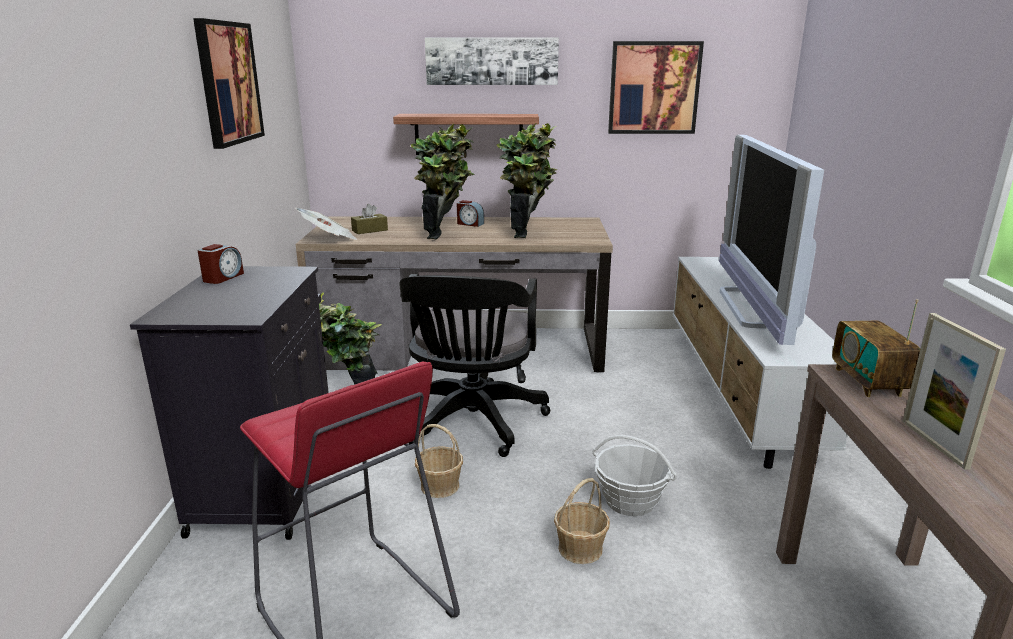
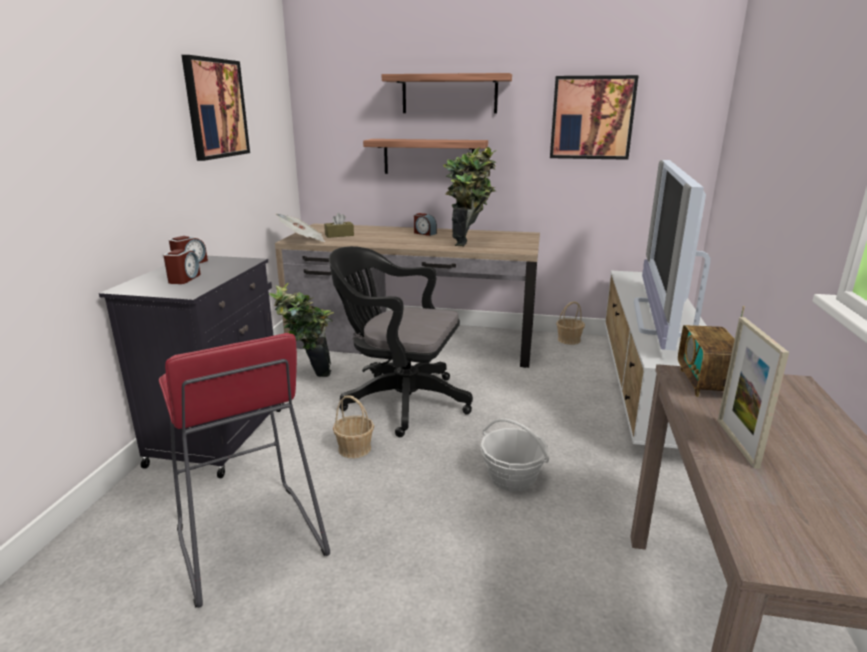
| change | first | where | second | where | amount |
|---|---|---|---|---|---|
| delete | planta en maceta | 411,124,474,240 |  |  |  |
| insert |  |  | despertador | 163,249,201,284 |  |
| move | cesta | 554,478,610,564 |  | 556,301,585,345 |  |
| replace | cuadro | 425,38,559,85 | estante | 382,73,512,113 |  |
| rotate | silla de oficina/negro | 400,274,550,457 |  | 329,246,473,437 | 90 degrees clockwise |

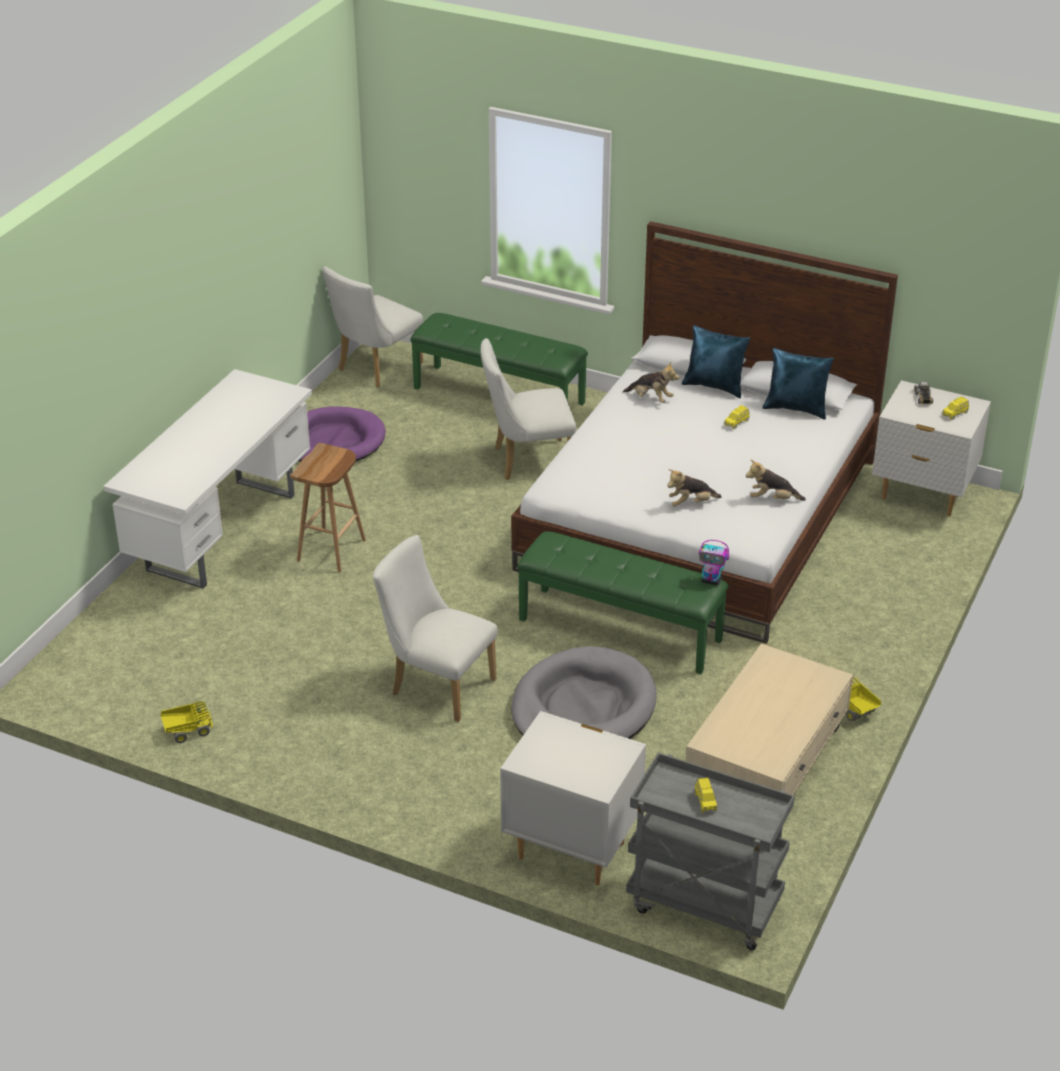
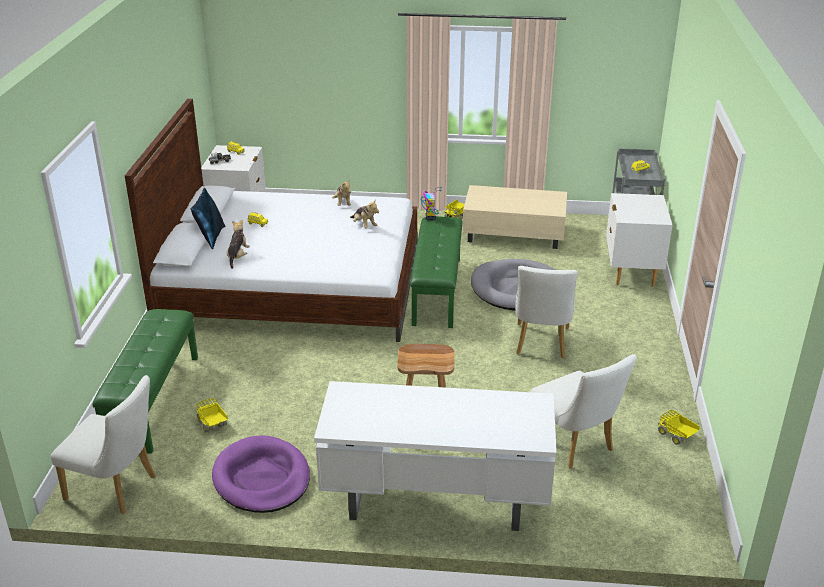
| change | first | where | second | where | amount |
|---|---|---|---|---|---|
| delete | cojín/azul | 763,348,834,420 |  |  |  |
| insert |  |  | camión de juguete | 195,398,228,432 |  |
| move | silla/blanco | 481,338,576,480 |  | 530,354,637,469 |  |

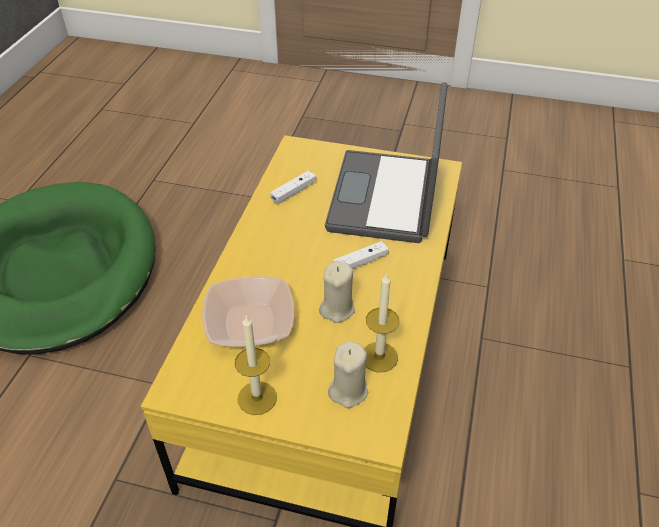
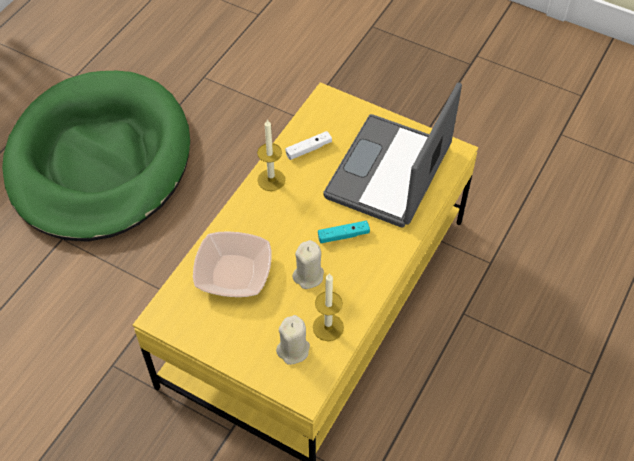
| change | first | where | second | where | amount |
|---|---|---|---|---|---|
| move | vela | 235,315,277,415 |  | 257,119,285,191 |  |
| recolor | mando de consola/blanco | 333,241,388,269 | mando de consola/turquesa | 318,220,370,243 |  |

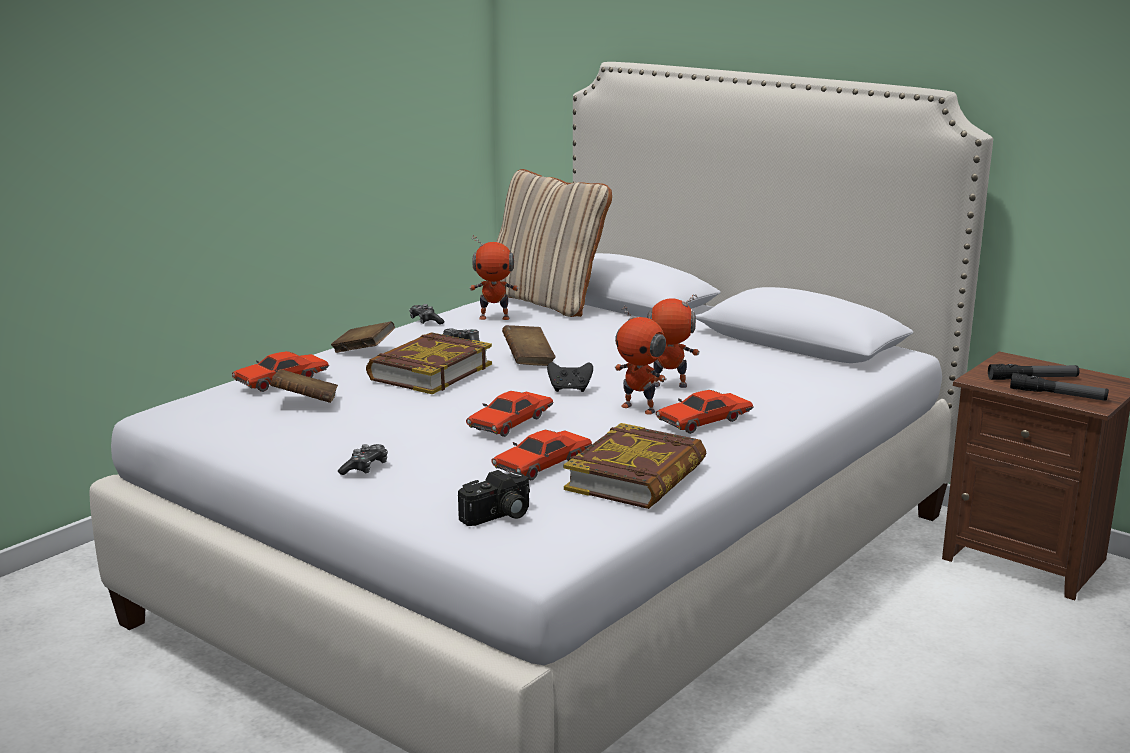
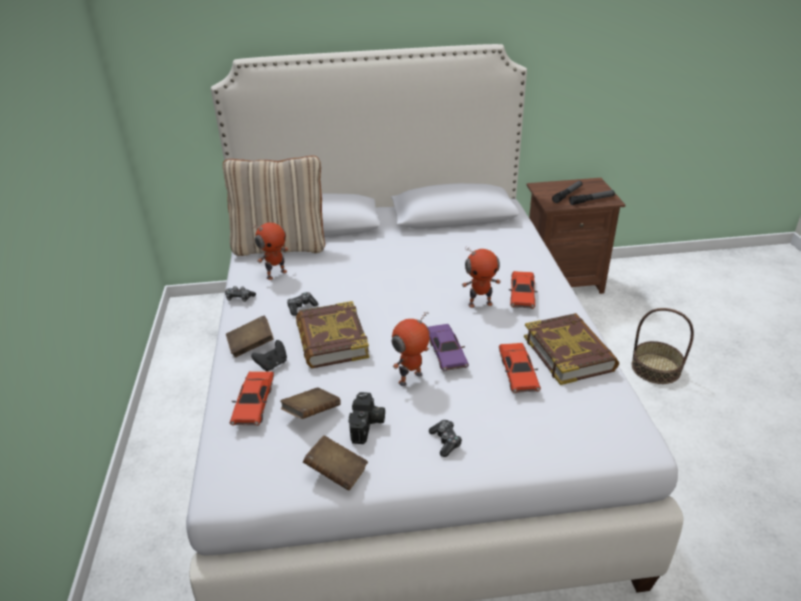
| change | first | where | second | where | amount |
|---|---|---|---|---|---|
| insert |  |  | cesta | 632,308,694,384 |  |
| move | cámara | 458,470,530,526 |  | 348,392,385,444 |  |
| move | libro/marrón | 502,325,555,366 |  | 303,435,368,491 |  |
| move | mando de consola/negro | 547,362,593,392 |  | 251,340,287,371 |  |
| move | robot de juguete | 648,294,699,388 |  | 392,312,430,386 |  |
| recolor | coche de juguete/rojo | 466,391,553,437 | coche de juguete/morado | 428,324,469,372 |  |

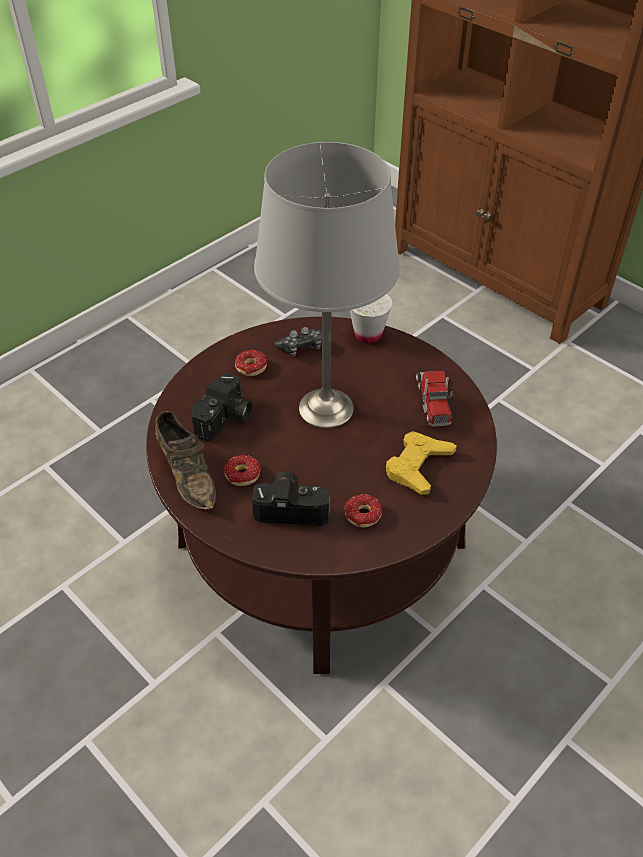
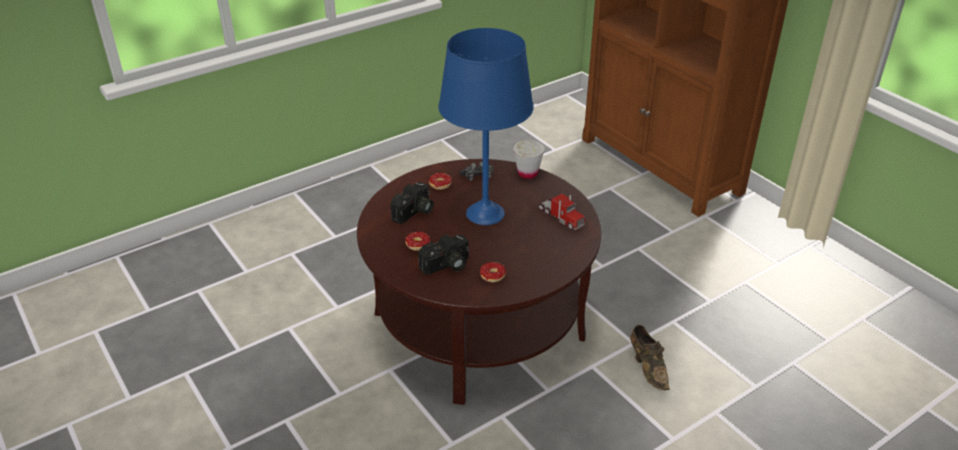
| change | first | where | second | where | amount |
|---|---|---|---|---|---|
| delete | mando de consola/amarillo | 386,431,457,495 |  |  |  |
| move | zapato/marrón | 155,411,216,510 |  | 630,325,670,390 |  |
| recolor | lámpara de mesa/gris | 254,142,400,428 | lámpara de mesa/azul | 438,28,534,225 |  |
| rotate | cámara | 252,472,330,526 |  | 418,234,469,275 | 135 degrees clockwise |
| rotate | camión de juguete | 416,371,453,427 |  | 539,194,585,230 | 45 degrees counterclockwise |

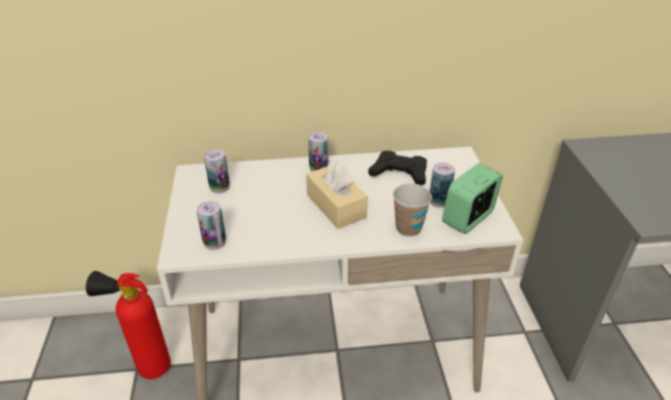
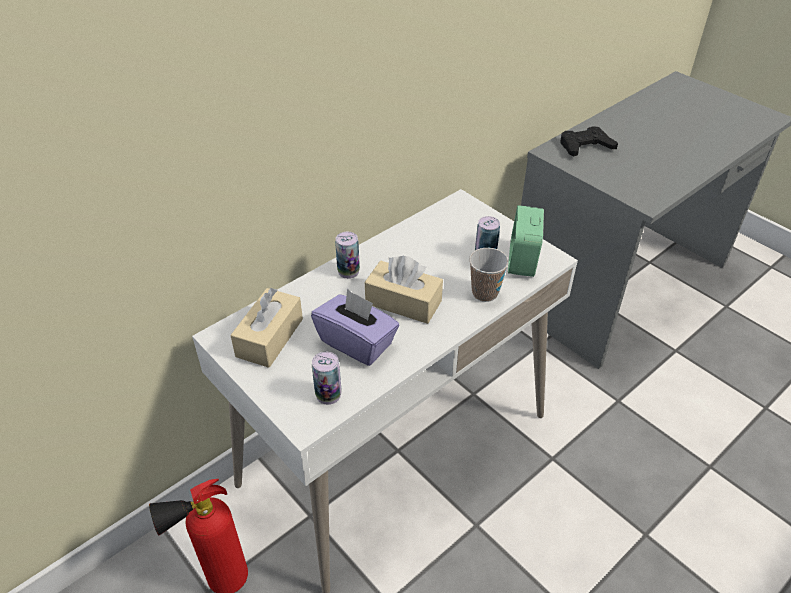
| change | first | where | second | where | amount |
|---|---|---|---|---|---|
| insert |  |  | caja de pañuelos/morado | 311,289,399,366 |  |
| move | mando de consola/negro | 368,151,427,185 |  | 560,126,618,156 |  |
| replace | lata | 204,149,230,194 | caja de pañuelos/beis | 230,288,303,368 |  |

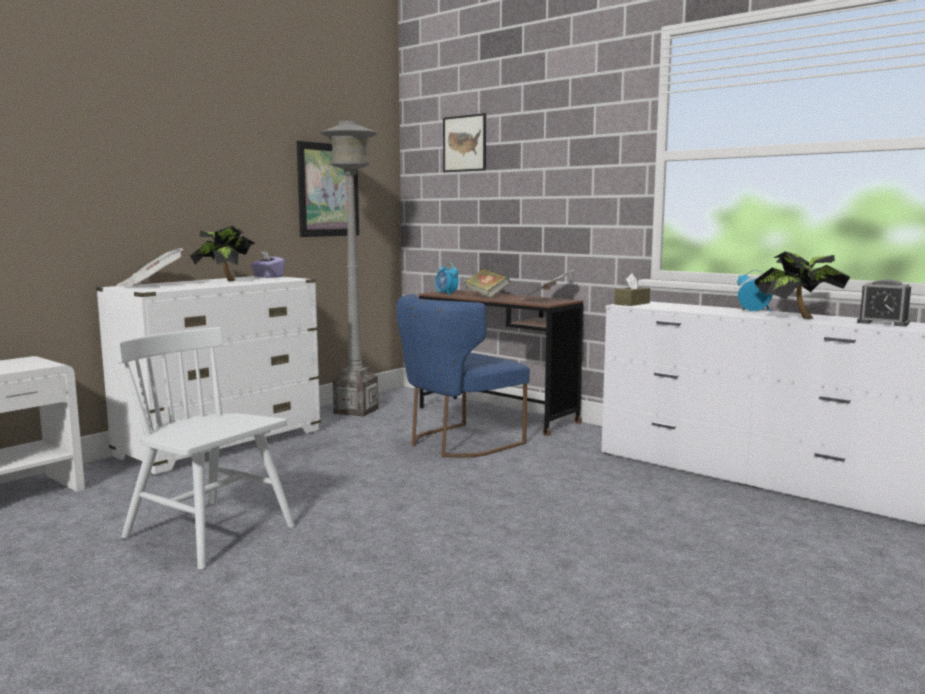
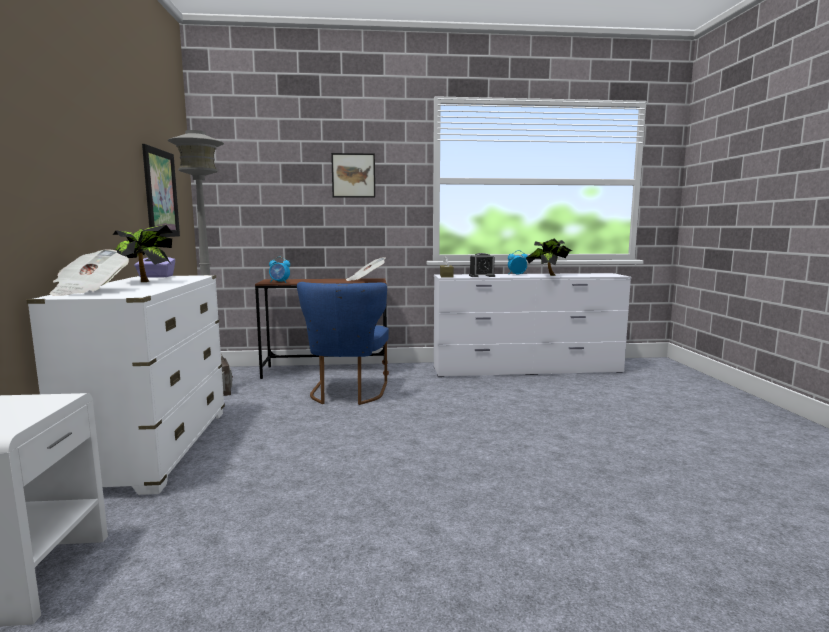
| change | first | where | second | where | amount |
|---|---|---|---|---|---|
| delete | silla/blanco | 115,327,295,570 |  |  |  |
| delete | libro | 464,269,510,298 |  |  |  |
| move | cuadro | 443,113,486,172 |  | 331,153,375,198 |  |
| move | despertador | 857,279,911,326 |  | 469,253,495,277 |  |

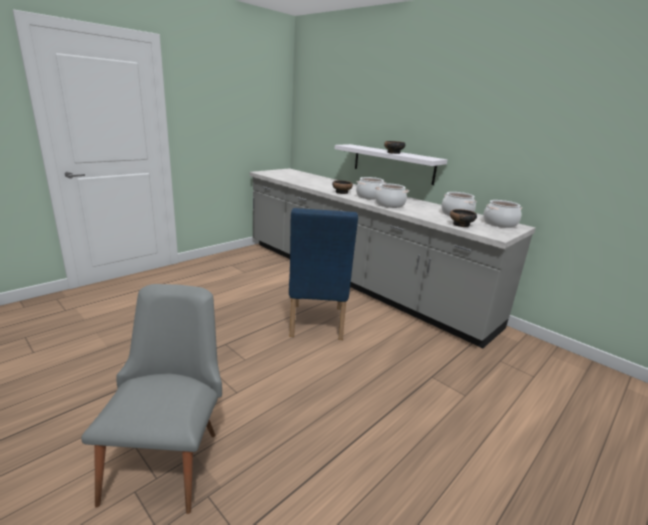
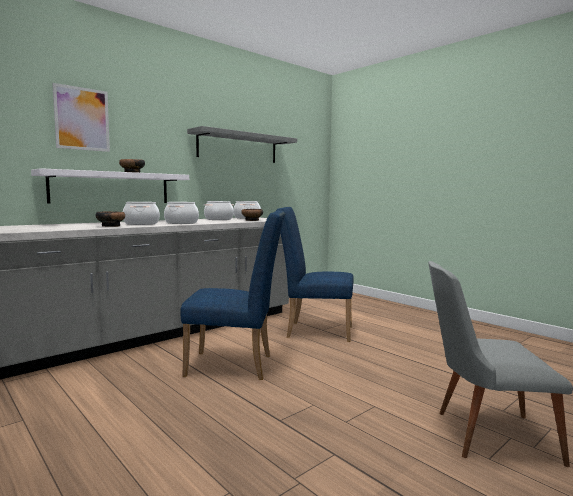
| change | first | where | second | where | amount |
|---|---|---|---|---|---|
| insert |  |  | cuadro | 52,83,110,152 |  |
| insert |  |  | estante/gris | 187,126,297,163 |  |
| insert |  |  | silla/azul | 276,207,354,342 |  |

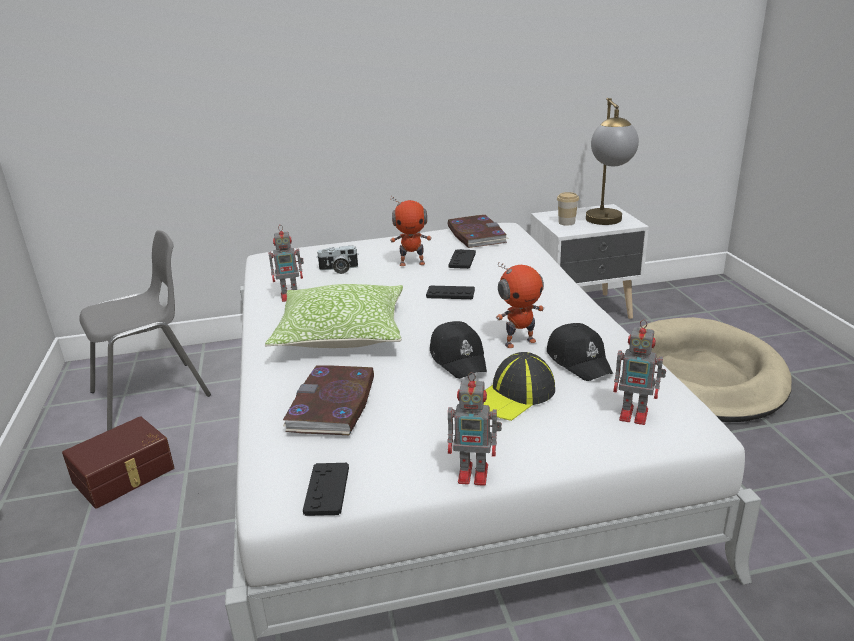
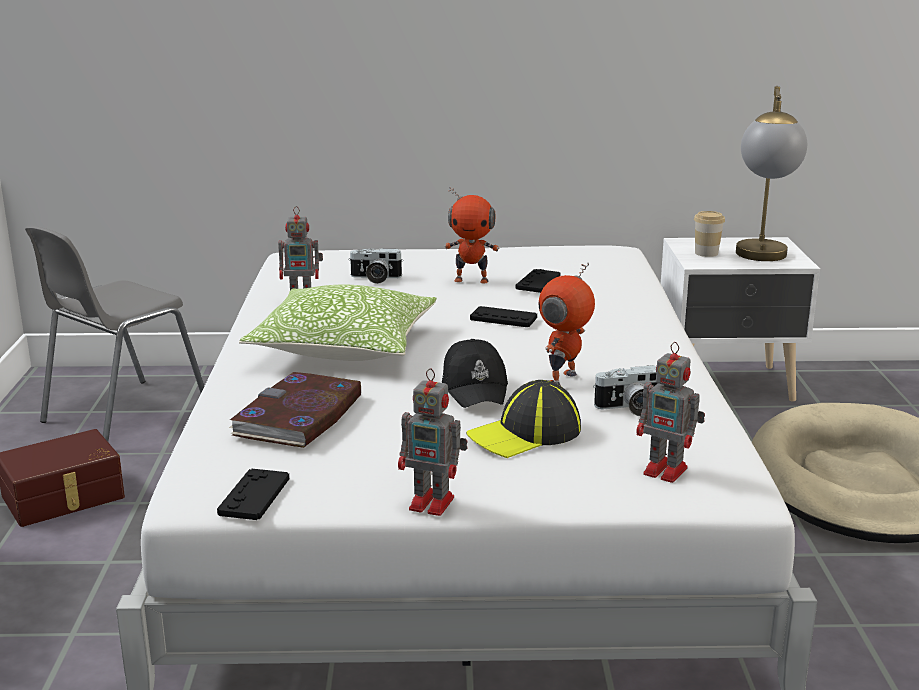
| change | first | where | second | where | amount |
|---|---|---|---|---|---|
| delete | libro | 447,215,509,248 |  |  |  |
| replace | gorra/negro | 547,323,613,381 | cámara | 593,365,658,416 |  |
| rotate | silla/gris | 79,230,211,431 |  | 25,226,204,441 | 150 degrees clockwise |
| rotate | robot de juguete | 496,262,544,348 |  | 538,263,595,385 | 135 degrees clockwise |

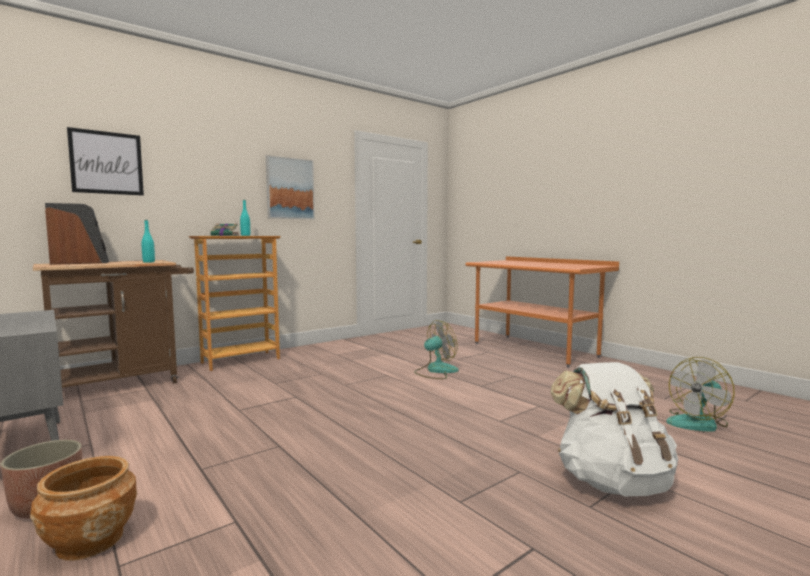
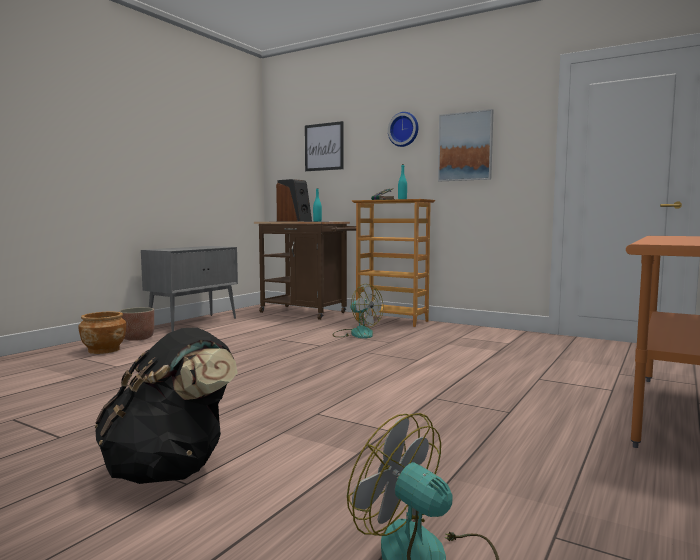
| change | first | where | second | where | amount |
|---|---|---|---|---|---|
| insert |  |  | reloj de pared | 388,112,418,147 |  |
| move | ventilador | 414,320,459,379 |  | 333,284,383,339 |  |
| recolor | mochila/blanco | 550,362,678,496 | mochila/negro | 95,327,238,484 |  |

